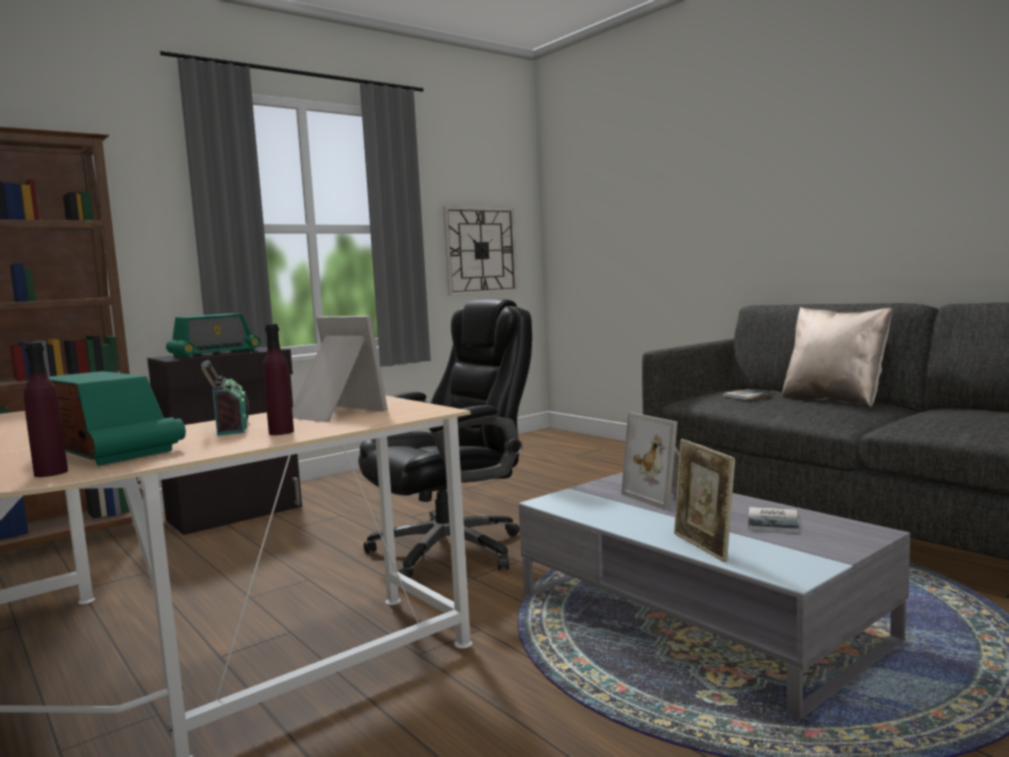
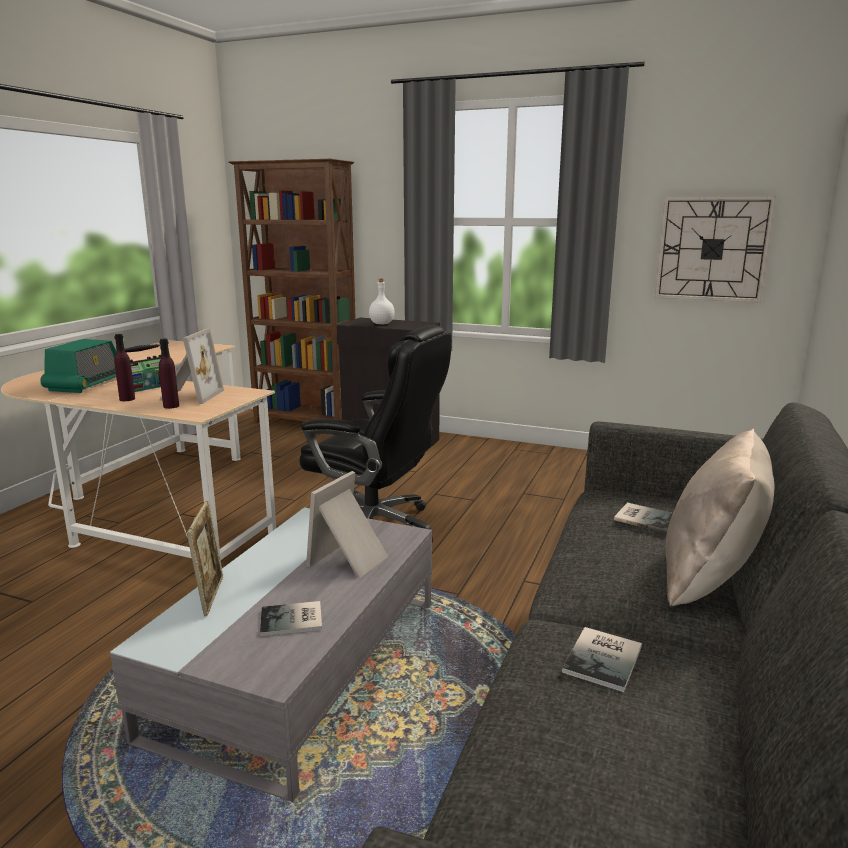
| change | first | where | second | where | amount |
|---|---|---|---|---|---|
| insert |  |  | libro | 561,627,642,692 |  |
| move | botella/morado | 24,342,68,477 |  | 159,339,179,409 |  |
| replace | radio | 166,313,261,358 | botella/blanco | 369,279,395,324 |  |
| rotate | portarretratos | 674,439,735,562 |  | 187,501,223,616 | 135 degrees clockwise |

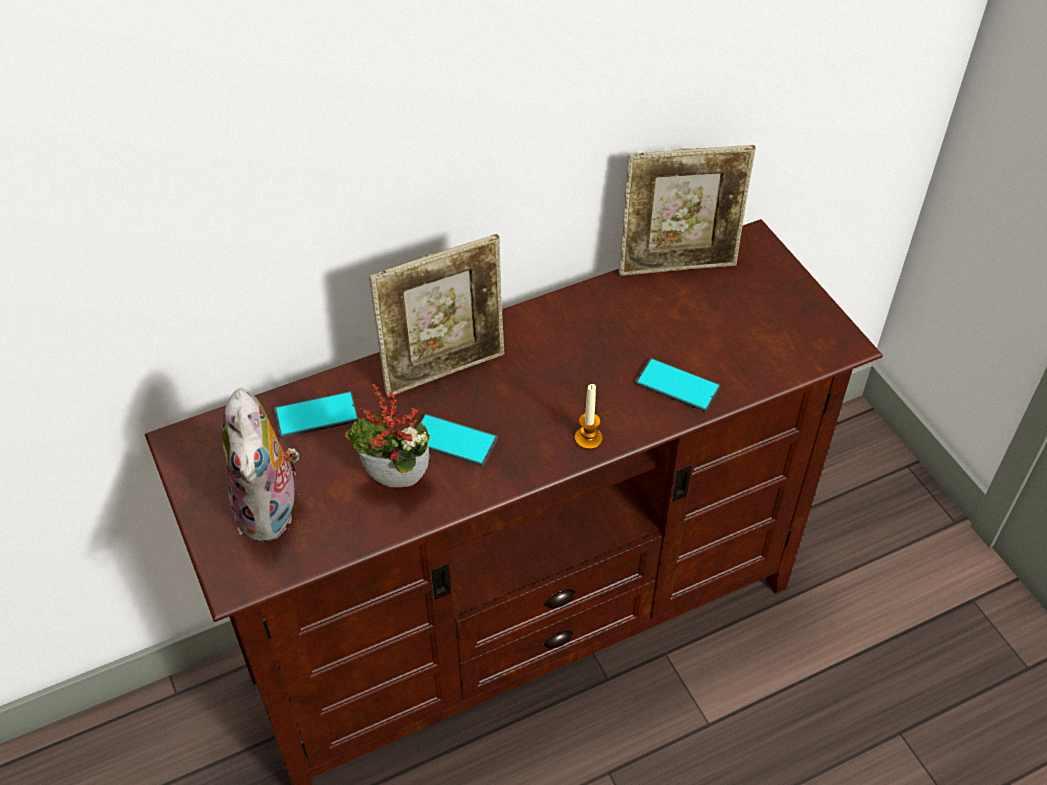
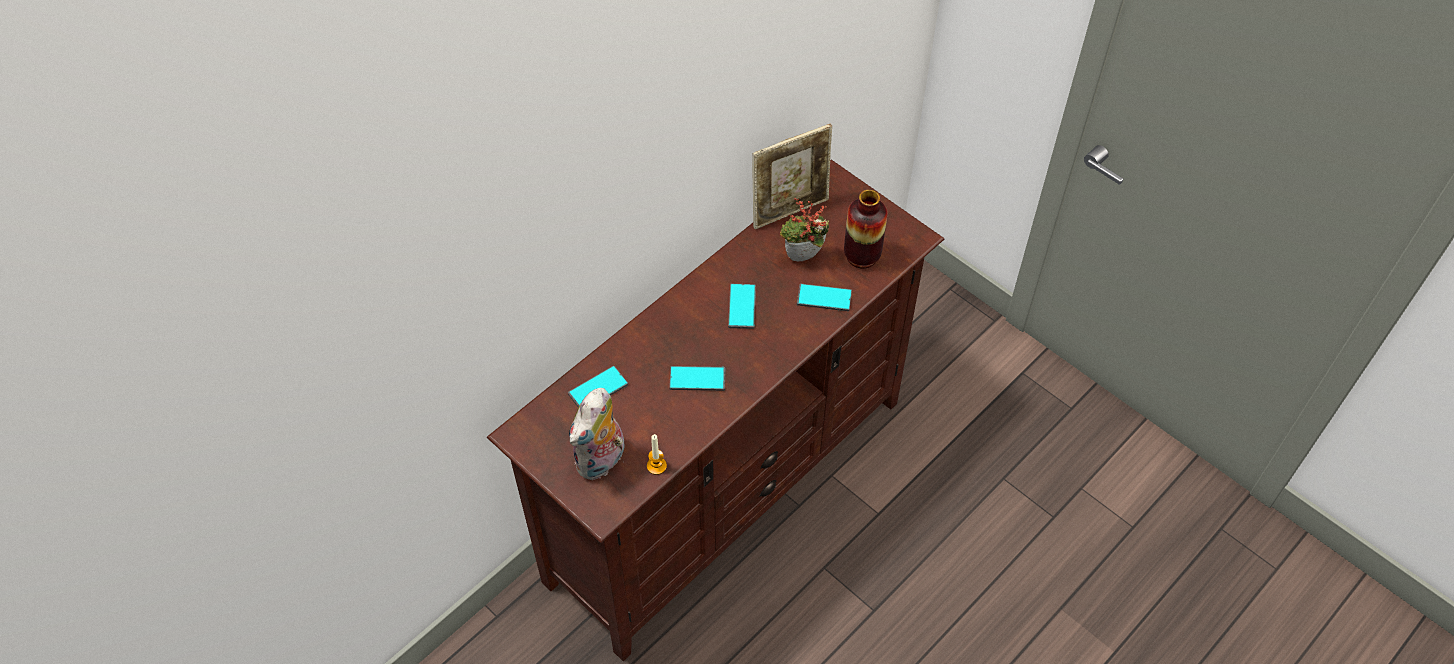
| change | first | where | second | where | amount |
|---|---|---|---|---|---|
| delete | portarretratos | 369,234,504,397 |  |  |  |
| insert |  |  | móvil | 728,284,756,329 |  |
| insert |  |  | florero | 844,190,887,268 |  |
| move | planta en maceta | 345,384,431,487 |  | 780,198,829,261 |  |
| move | vela | 575,384,603,450 |  | 647,434,667,475 |  |
| rotate | peluche | 222,388,299,542 |  | 569,388,625,480 | 60 degrees clockwise |

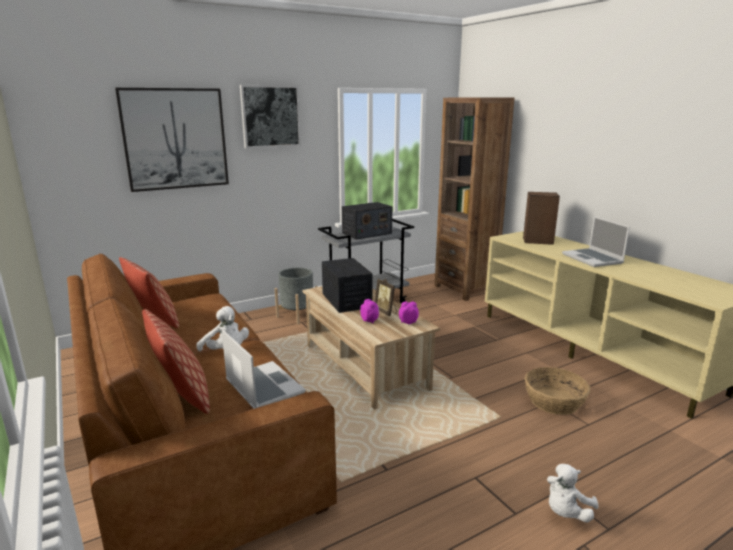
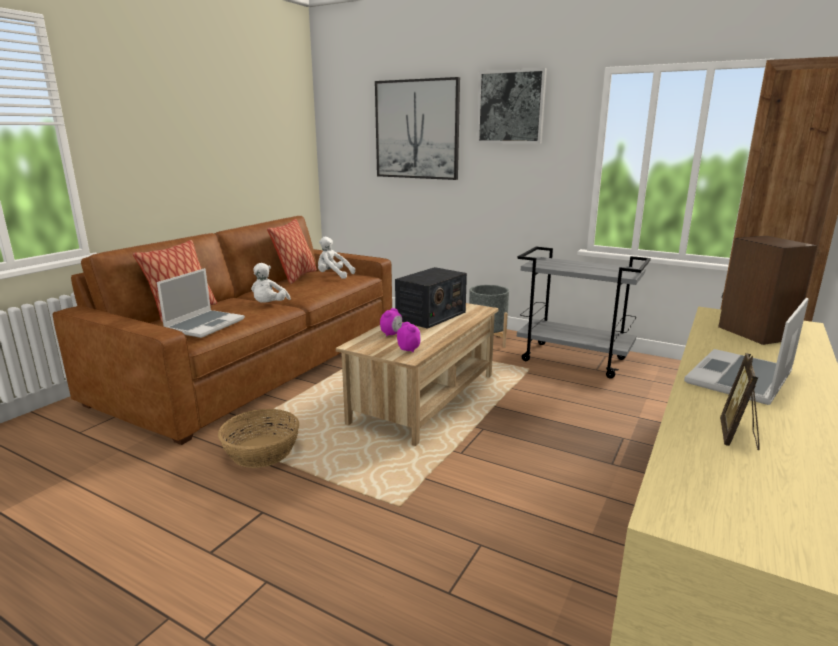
| change | first | where | second | where | amount |
|---|---|---|---|---|---|
| delete | radio | 342,202,392,239 |  |  |  |
| move | portarretratos | 375,279,397,316 |  | 720,353,760,450 |  |
| move | cesta | 525,367,590,415 |  | 218,409,299,468 |  |
| move | peluche/blanco | 547,464,598,523 |  | 318,237,355,279 |  |

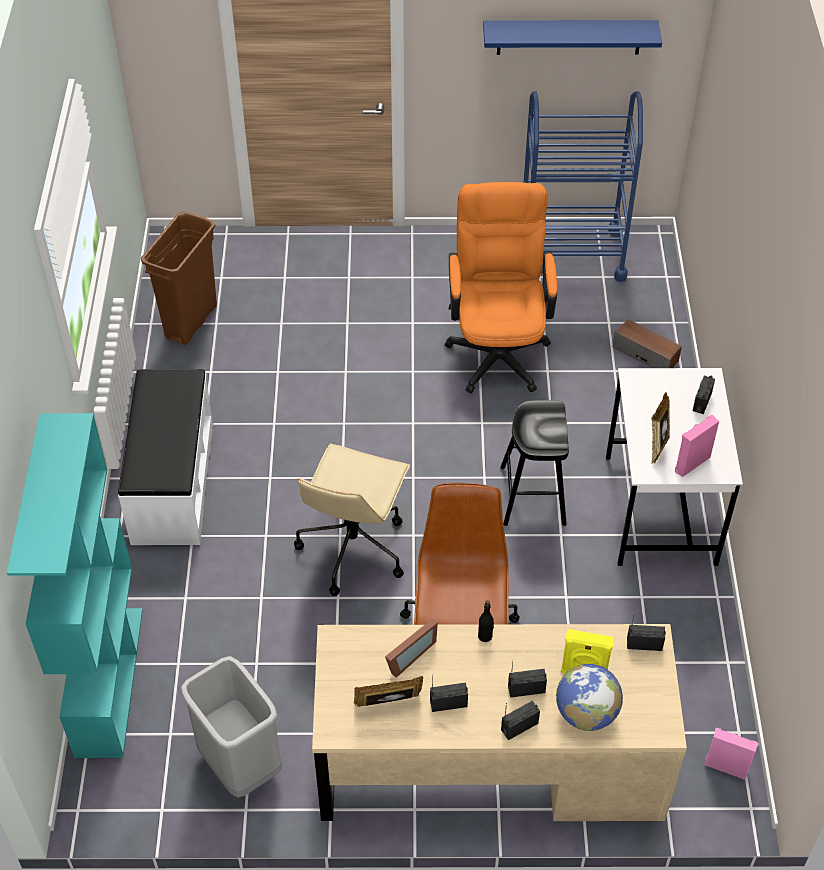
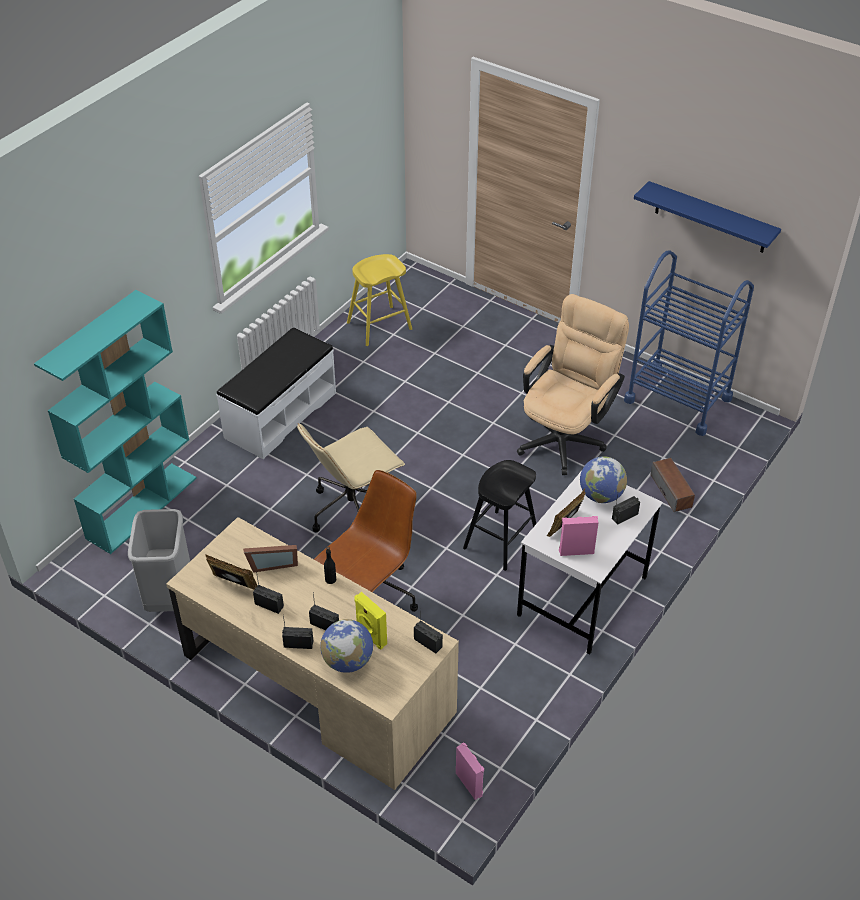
| change | first | where | second | where | amount |
|---|---|---|---|---|---|
| insert |  |  | globo terráqueo | 580,456,627,503 |  |
| replace | papelera/marrón | 141,211,217,345 | taburete/amarillo | 347,254,412,346 |  |
| recolor | silla de oficina/naranja | 445,182,557,393 | silla de oficina/beis | 517,294,629,475 |  |

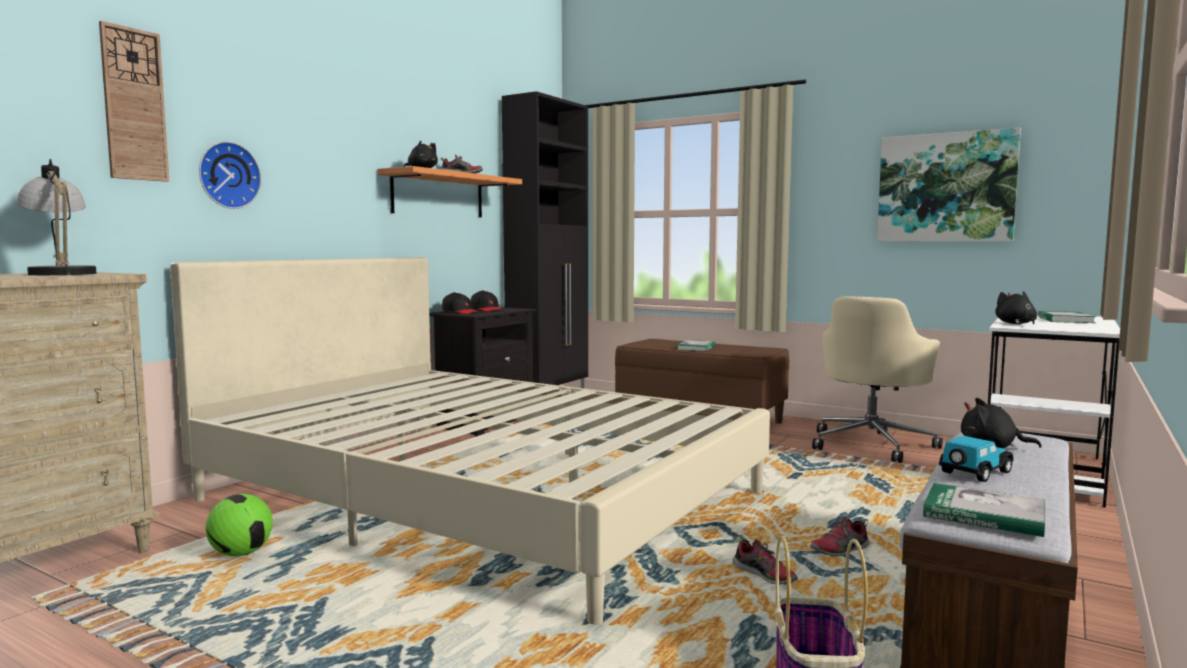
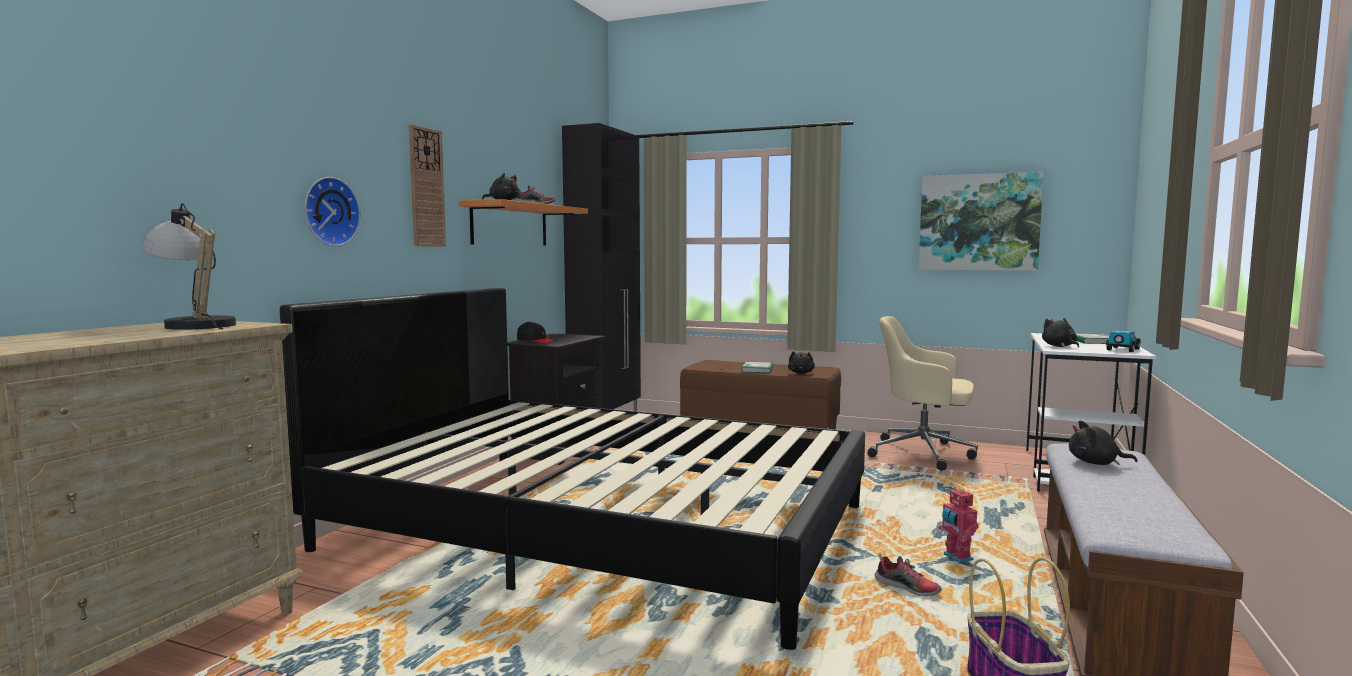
| change | first | where | second | where | amount |
|---|---|---|---|---|---|
| delete | balón de fútbol | 206,494,273,557 |  |  |  |
| delete | gorra/negro | 471,290,503,311 |  |  |  |
| delete | libro | 923,483,1045,537 |  |  |  |
| insert |  |  | peluche/negro | 788,351,815,374 |  |
| move | reloj de pared | 99,21,169,182 |  | 409,125,446,247 |  |
| move | coche de juguete | 939,436,1014,482 |  | 1106,330,1141,352 |  |
| replace | zapato | 810,517,869,557 | robot de juguete | 939,487,979,563 |  |
| recolor | cama/beis | 170,257,770,625 | cama/negro | 280,288,865,650 |  |
| rotate | silla de oficina/beis | 812,297,943,463 |  | 867,316,978,471 | 90 degrees clockwise |

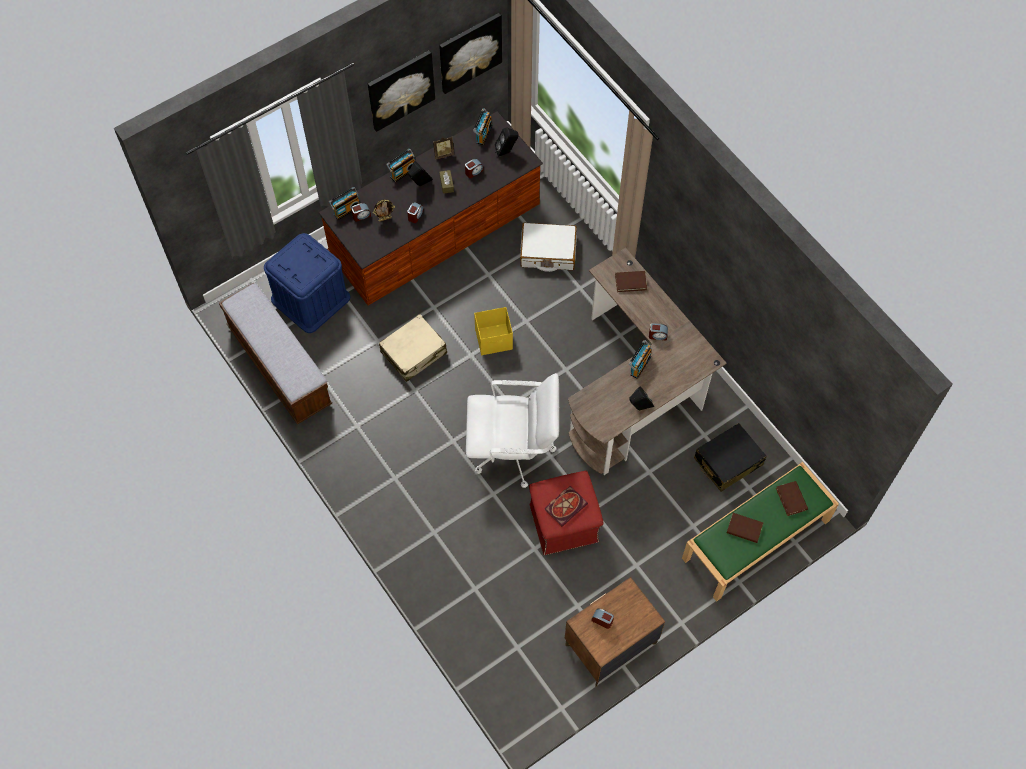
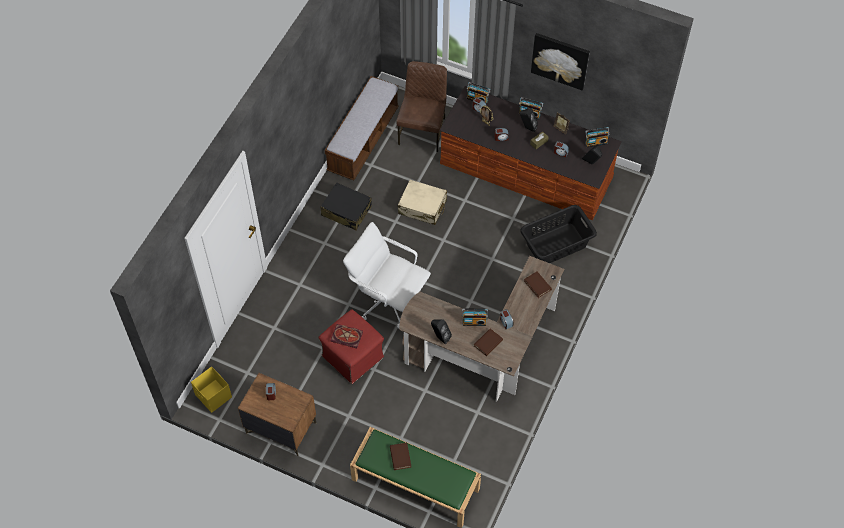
| change | first | where | second | where | amount |
|---|---|---|---|---|---|
| delete | cuadro | 439,13,502,94 |  |  |  |
| move | caja de almacenaje/amarillo | 474,307,513,355 |  | 191,366,232,413 |  |
| move | maleta/negro | 694,423,767,492 |  | 321,182,372,231 |  |
| move | libro/marrón | 776,481,808,516 |  | 474,328,503,356 |  |
| replace | caja de almacenaje/azul | 264,233,350,333 | silla/marrón | 396,61,447,152 |  |
| replace | maleta/blanco | 520,223,577,272 | cesto de la ropa/negro | 520,205,597,263 |  |
| rotate | silla de oficina/blanco | 466,373,559,488 |  | 343,222,431,329 | 150 degrees clockwise |

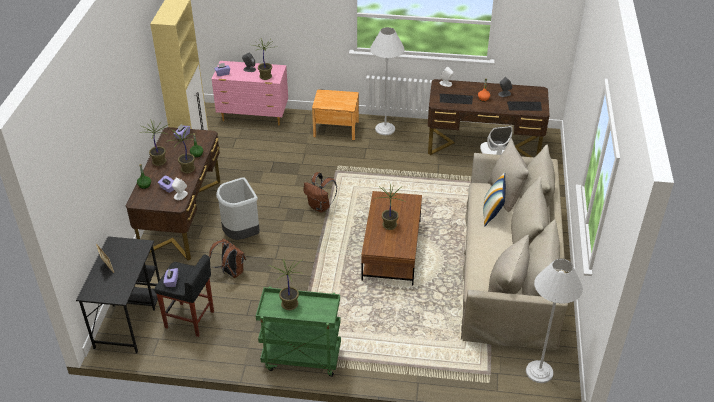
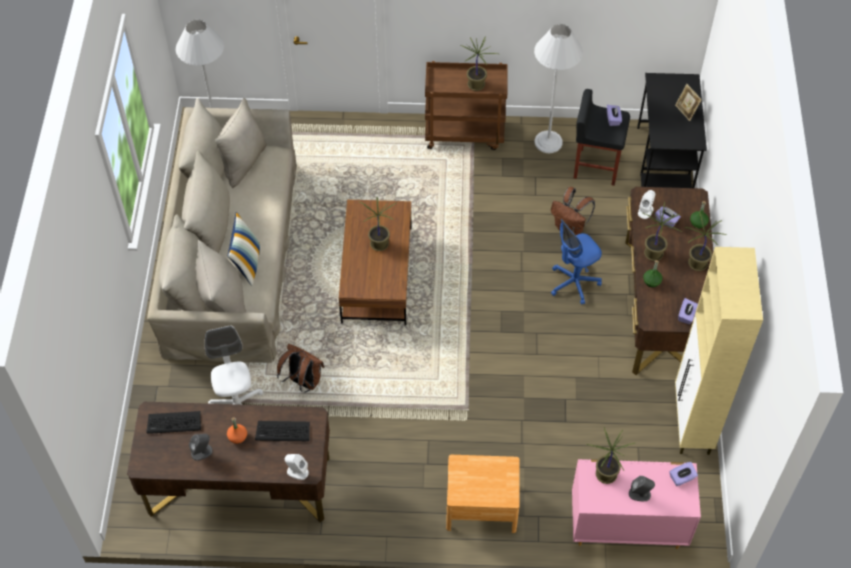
| change | first | where | second | where | amount |
|---|---|---|---|---|---|
| move | mochila/marrón | 304,172,337,213 |  | 277,344,325,393 |  |
| move | lámpara de pie/blanco | 370,27,405,135 |  | 534,24,583,153 |  |
| replace | papelera/gris | 216,177,260,240 | silla de oficina/azul | 551,219,602,305 |  |
| recolor | carrito/verde | 256,287,341,377 | carrito/marrón | 425,61,508,150 |  |

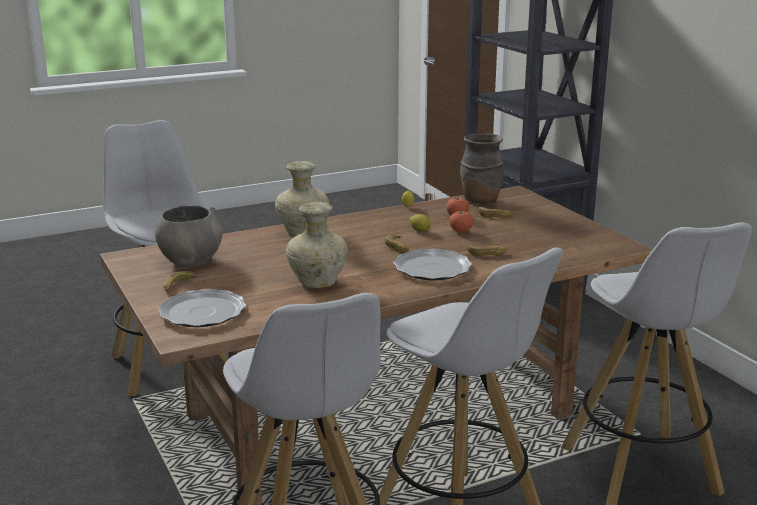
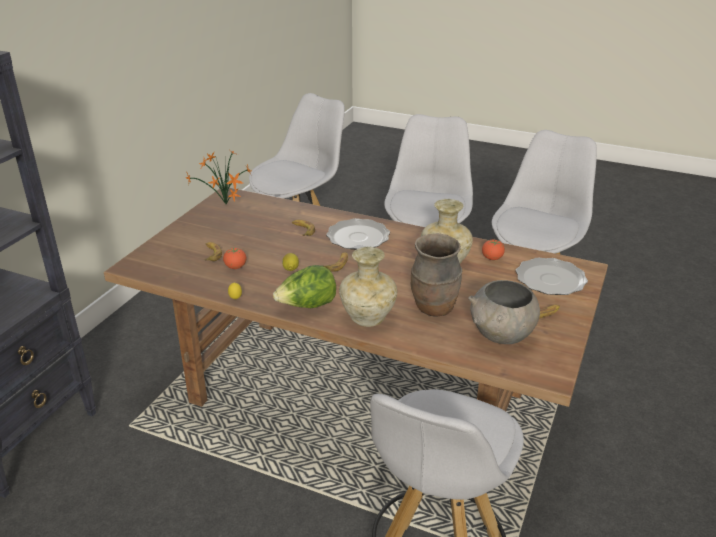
| change | first | where | second | where | amount |
|---|---|---|---|---|---|
| insert |  |  | planta en maceta | 186,148,251,205 |  |
| insert |  |  | lechuga | 273,265,336,308 |  |
| move | tomate | 449,211,473,232 |  | 482,239,505,260 |  |
| move | florero/marrón | 460,134,504,203 |  | 411,233,462,317 |  |

